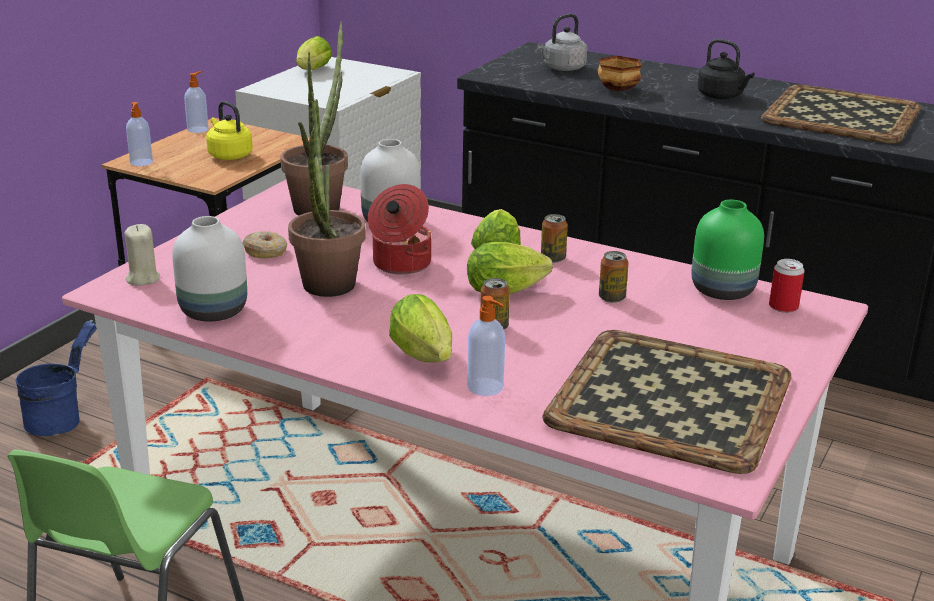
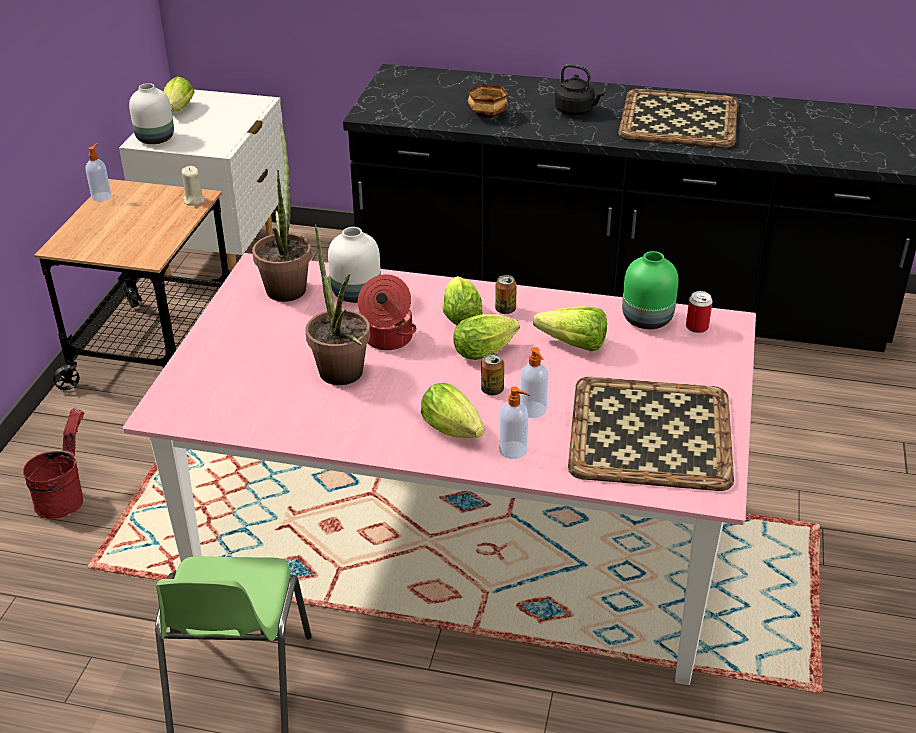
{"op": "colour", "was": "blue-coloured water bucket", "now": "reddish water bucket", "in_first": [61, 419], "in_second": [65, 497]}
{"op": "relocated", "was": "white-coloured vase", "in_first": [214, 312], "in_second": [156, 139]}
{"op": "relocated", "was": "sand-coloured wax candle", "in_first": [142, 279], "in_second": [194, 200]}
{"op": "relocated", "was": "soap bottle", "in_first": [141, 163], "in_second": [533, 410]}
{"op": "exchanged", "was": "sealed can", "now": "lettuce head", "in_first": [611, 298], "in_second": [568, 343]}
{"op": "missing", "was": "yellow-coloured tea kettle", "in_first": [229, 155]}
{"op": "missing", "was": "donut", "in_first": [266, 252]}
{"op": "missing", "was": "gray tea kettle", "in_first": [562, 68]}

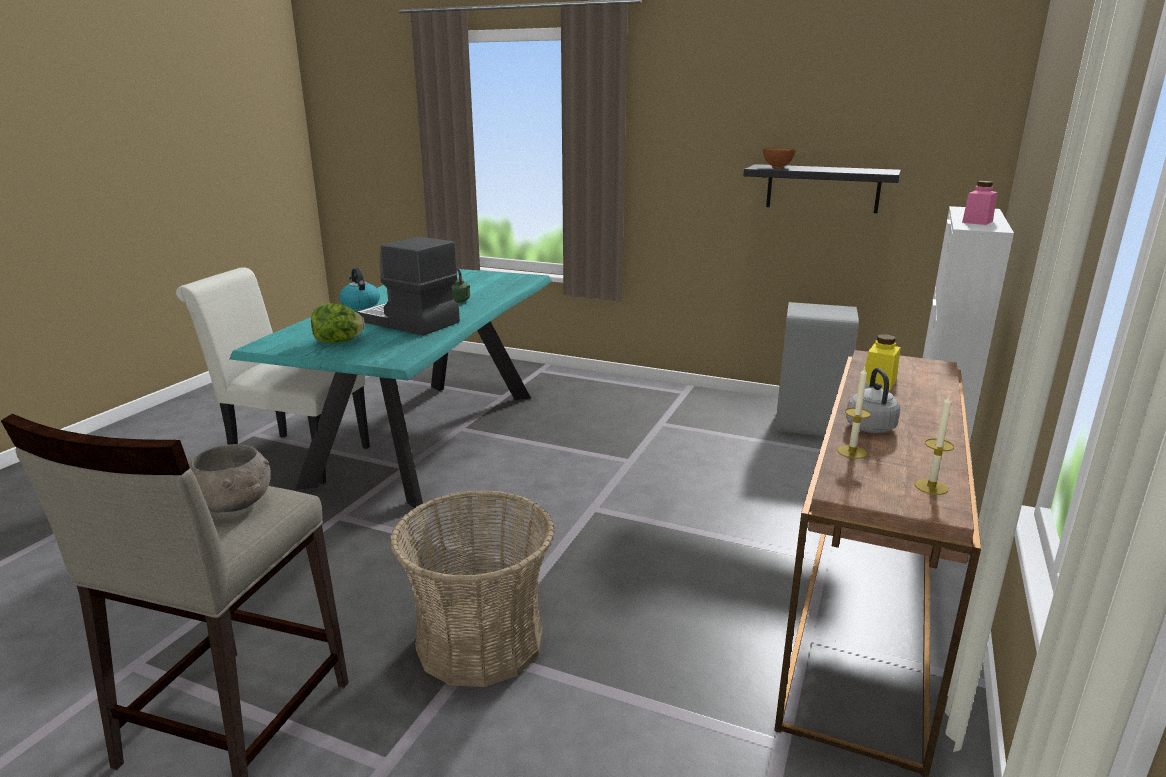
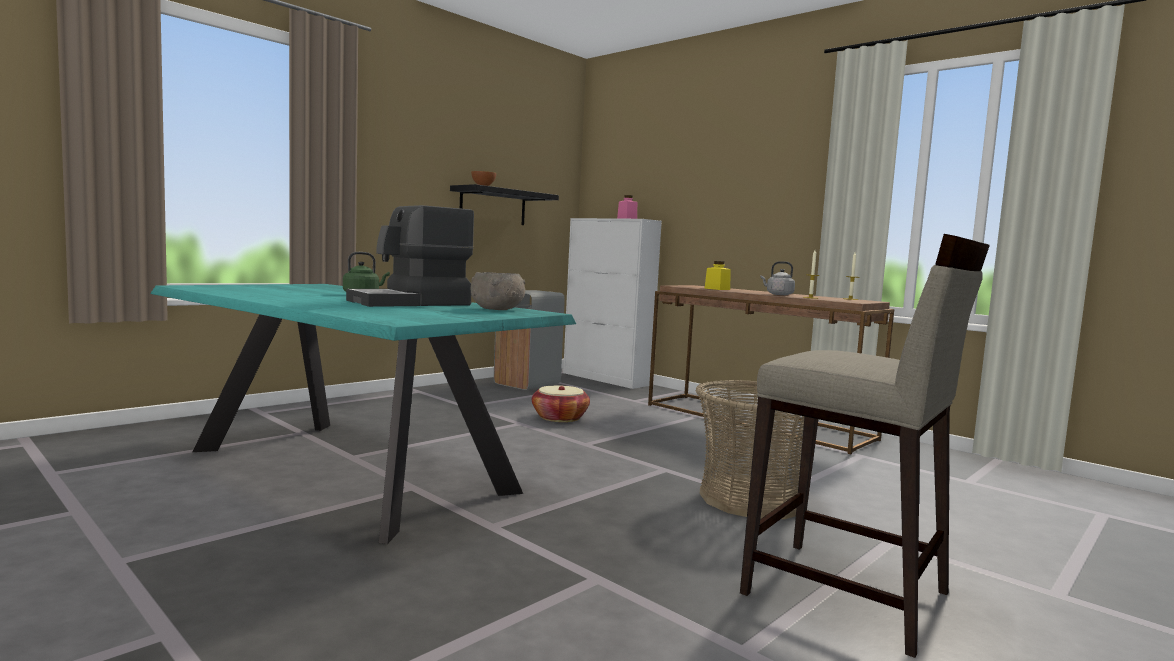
{"op": "relocated", "was": "gray bowl", "in_first": [233, 504], "in_second": [497, 309]}
{"op": "appeared", "now": "basket", "in_second": [559, 418]}
{"op": "missing", "was": "white-coloured plain chair", "in_first": [293, 457]}
{"op": "missing", "was": "lettuce head", "in_first": [339, 342]}
{"op": "missing", "was": "tea kettle", "in_first": [360, 304]}

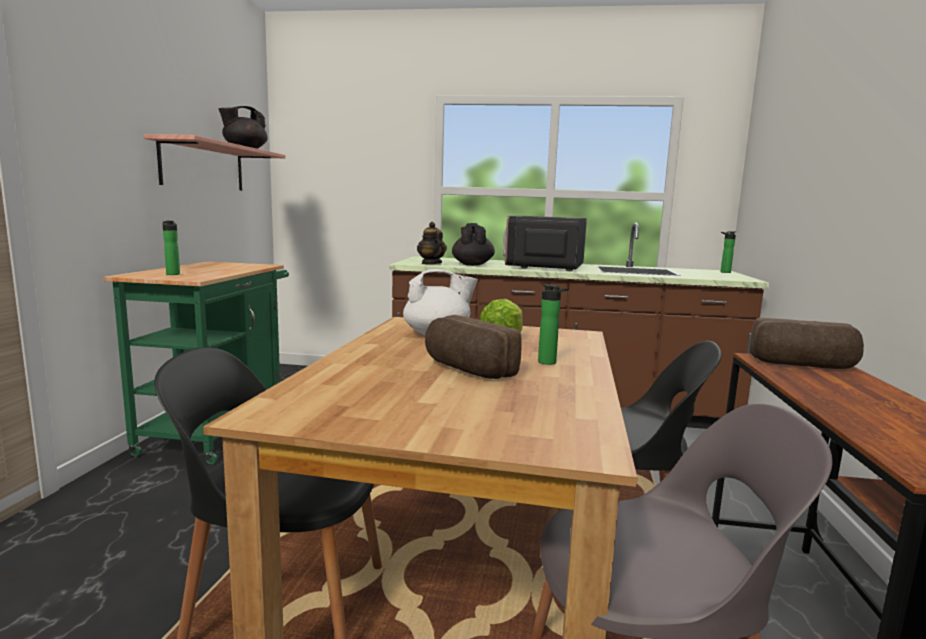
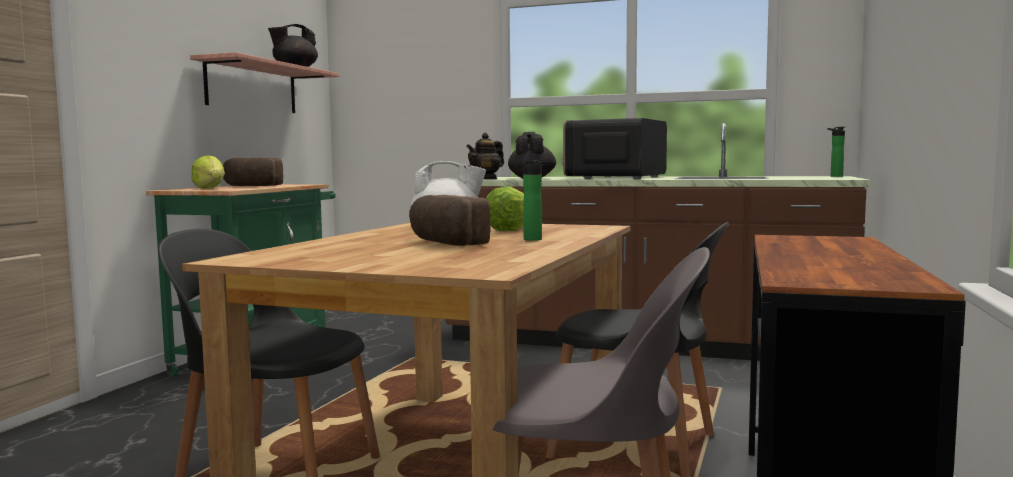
{"op": "exchanged", "was": "drink bottle", "now": "lettuce head", "in_first": [172, 274], "in_second": [210, 188]}
{"op": "relocated", "was": "bakery bread", "in_first": [802, 365], "in_second": [251, 186]}
{"op": "spun", "was": "tea pot", "in_first": [431, 263], "in_second": [486, 179], "clockwise": -120}

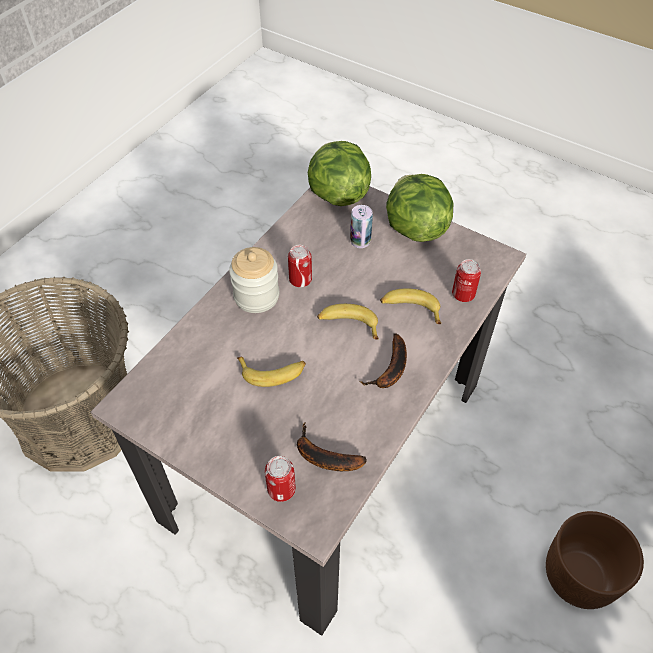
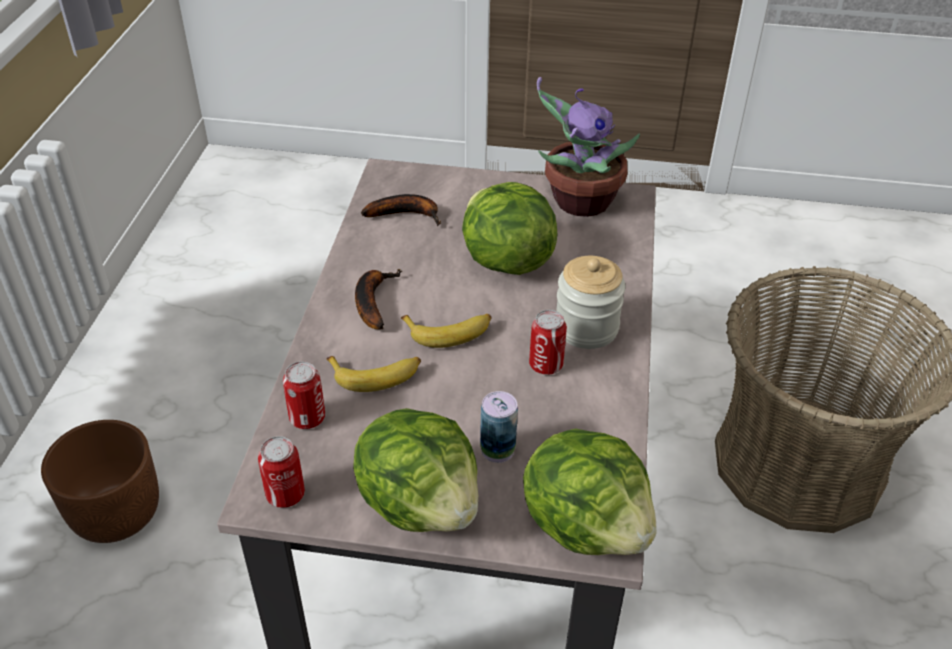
{"op": "relocated", "was": "sealed can", "in_first": [281, 489], "in_second": [285, 494]}
{"op": "exchanged", "was": "banana fruit", "now": "lettuce head", "in_first": [273, 372], "in_second": [505, 261]}
{"op": "appeared", "now": "plant in a pot", "in_second": [578, 202]}

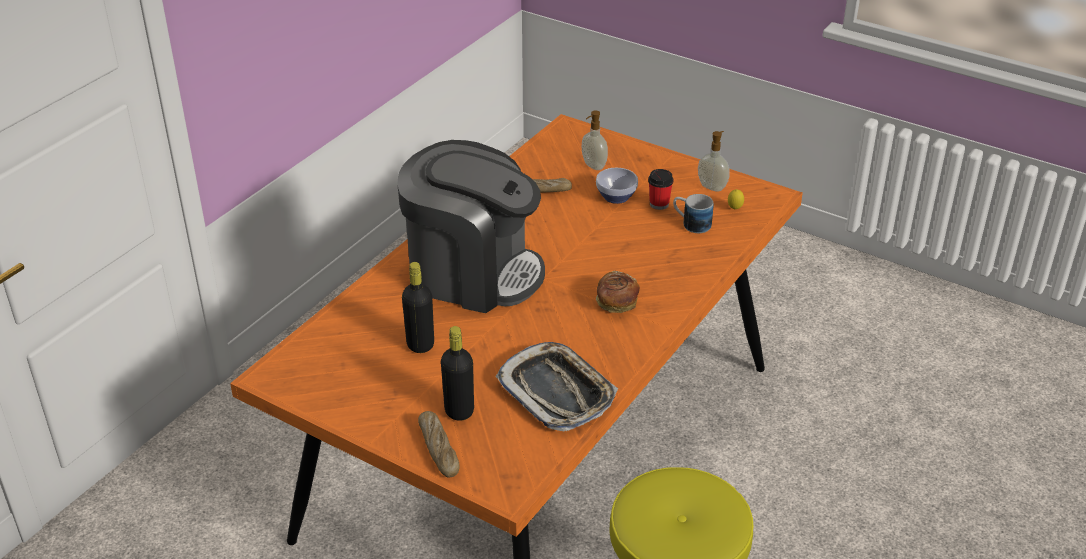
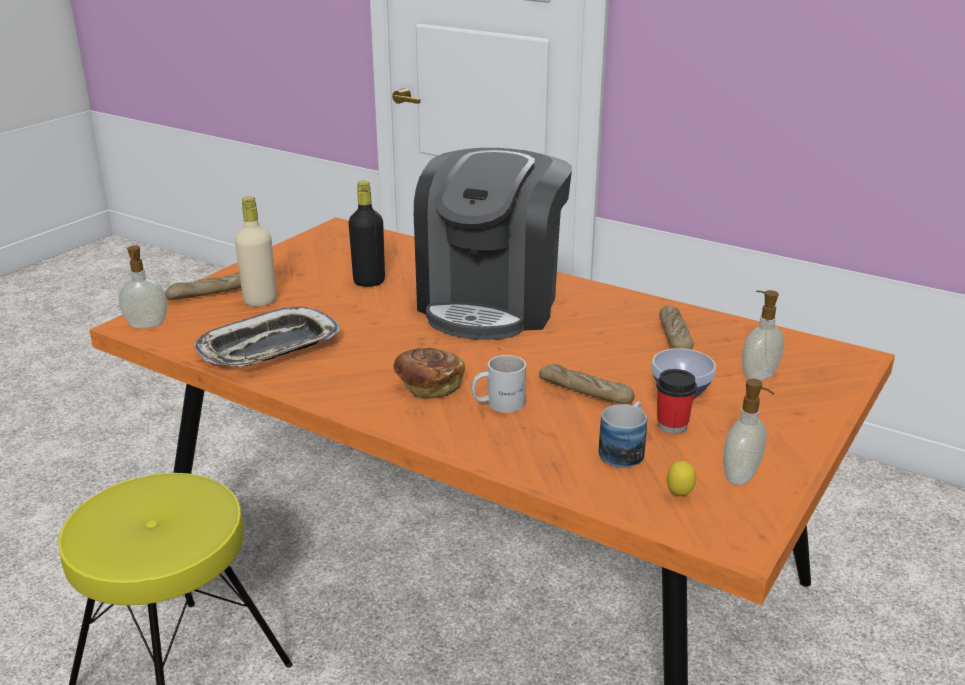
{"op": "appeared", "now": "soap bottle", "in_second": [147, 325]}
{"op": "colour", "was": "black-coloured drink bottle", "now": "sand-coloured drink bottle", "in_first": [459, 411], "in_second": [260, 301]}
{"op": "appeared", "now": "white-coloured mug", "in_second": [498, 402]}
{"op": "appeared", "now": "bakery bread", "in_second": [585, 392]}

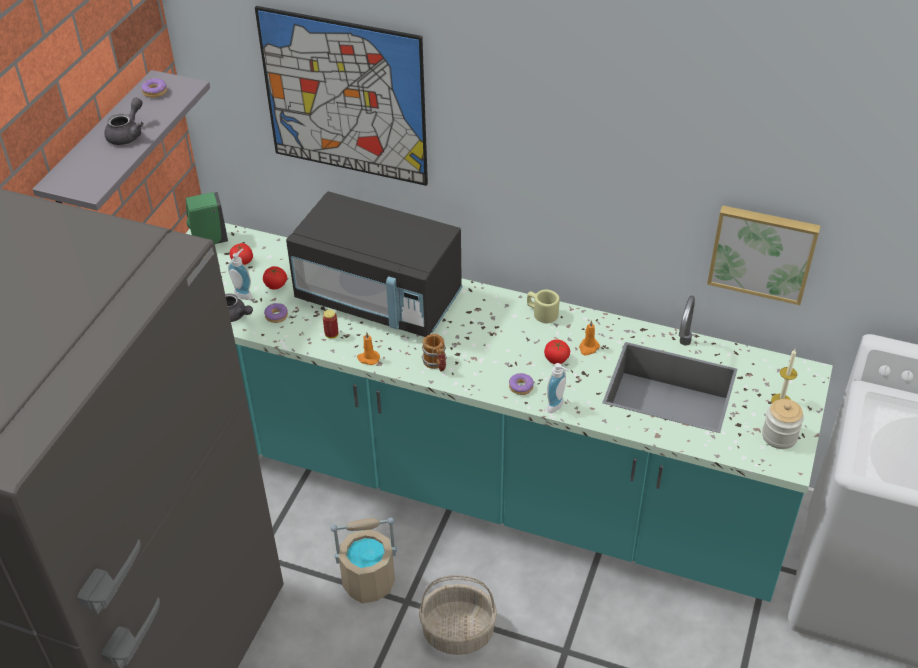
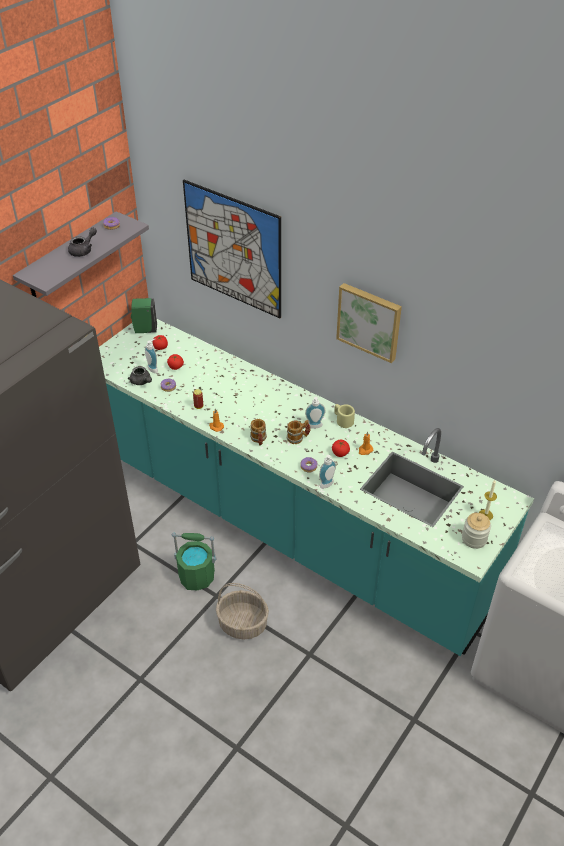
{"op": "colour", "was": "sand-coloured water bucket", "now": "green water bucket", "in_first": [369, 581], "in_second": [197, 576]}
{"op": "appeared", "now": "mug", "in_second": [298, 438]}
{"op": "appeared", "now": "soap bottle", "in_second": [315, 427]}
{"op": "relocated", "was": "wall picture", "in_first": [762, 252], "in_second": [369, 321]}
{"op": "missing", "was": "black-coloured microwave", "in_first": [379, 299]}

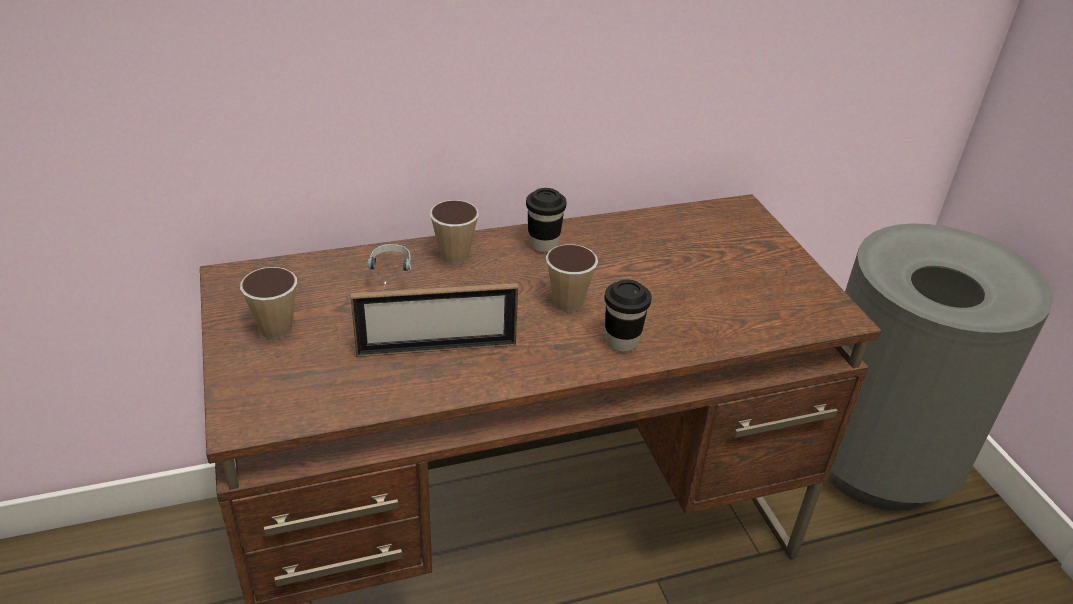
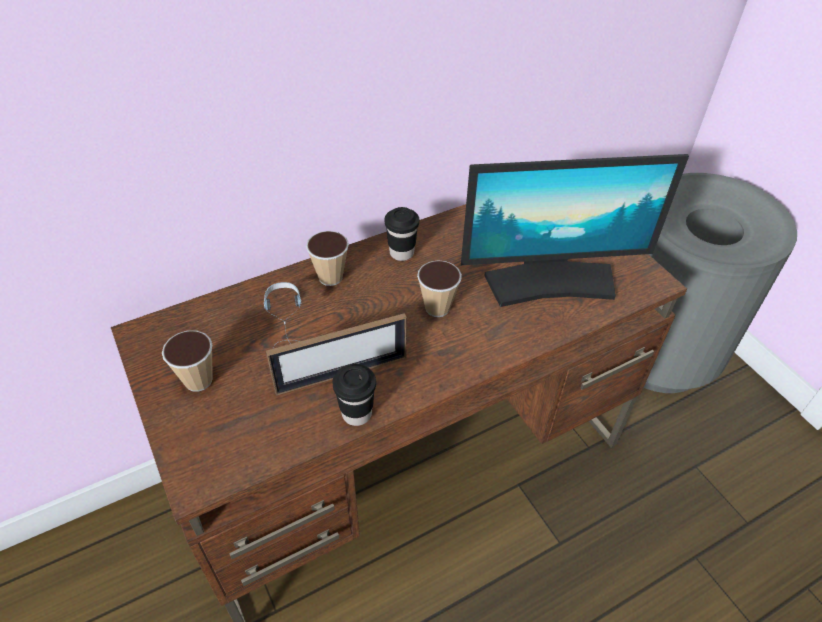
{"op": "relocated", "was": "black-coloured cup", "in_first": [621, 342], "in_second": [356, 414]}
{"op": "appeared", "now": "monitor", "in_second": [550, 282]}

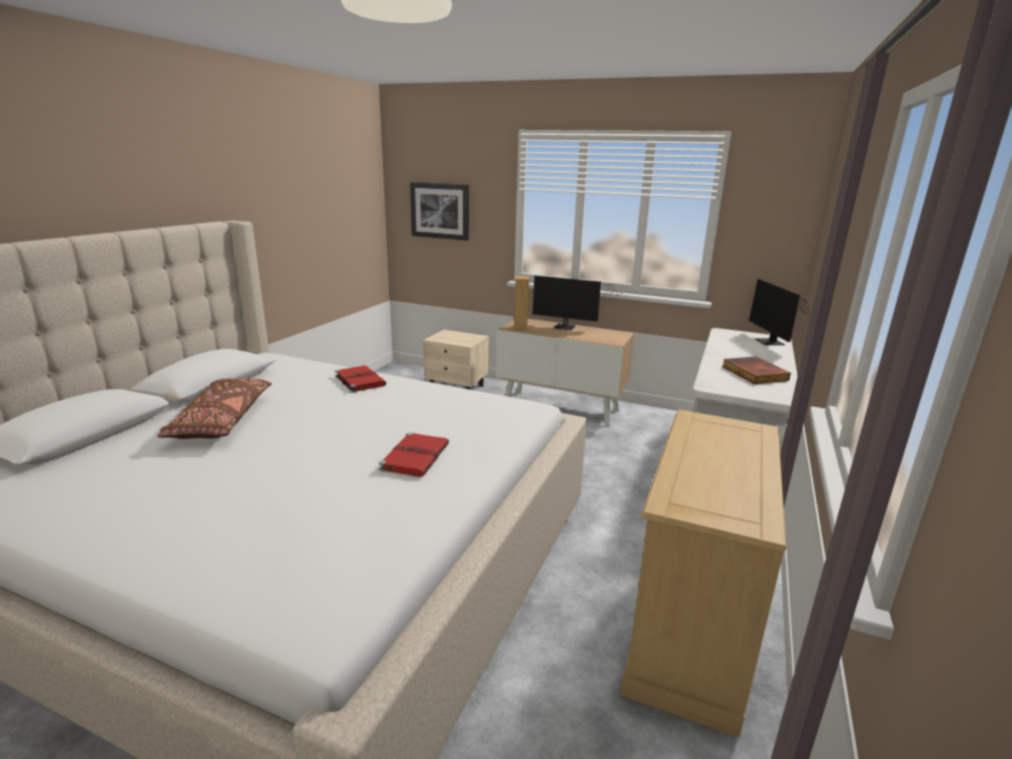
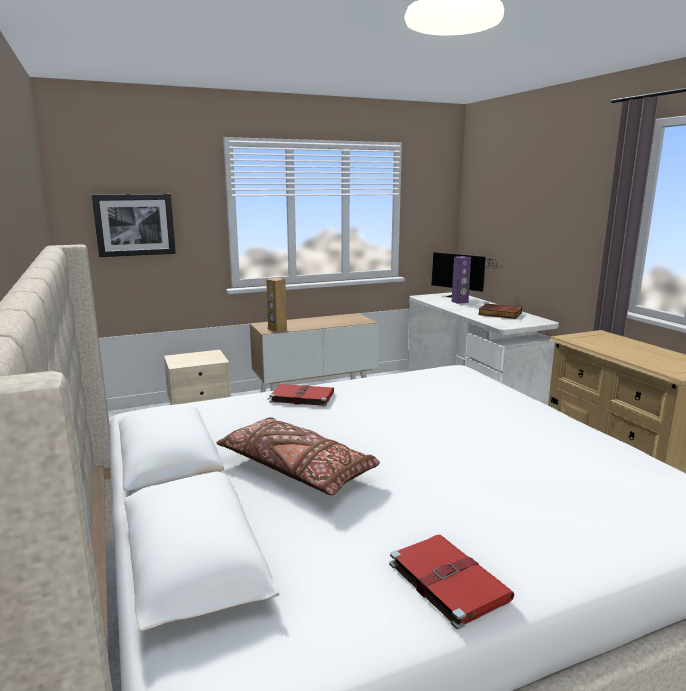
{"op": "relocated", "was": "reddish bound book", "in_first": [415, 456], "in_second": [446, 580]}
{"op": "appeared", "now": "purple-coloured audio speaker", "in_second": [460, 302]}
{"op": "missing", "was": "monitor", "in_first": [567, 327]}

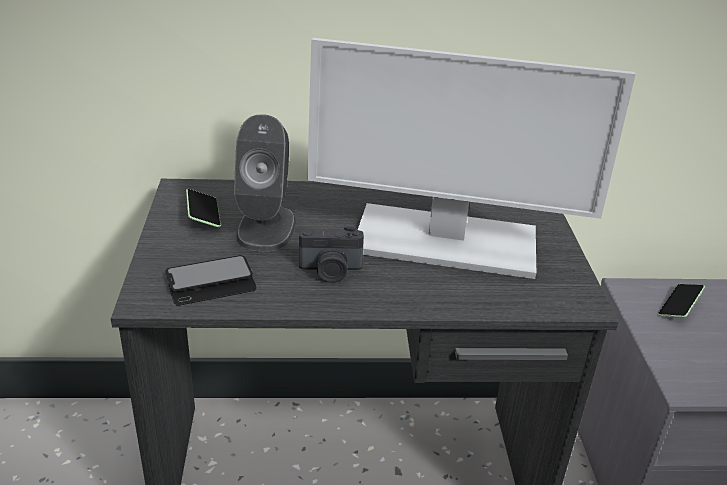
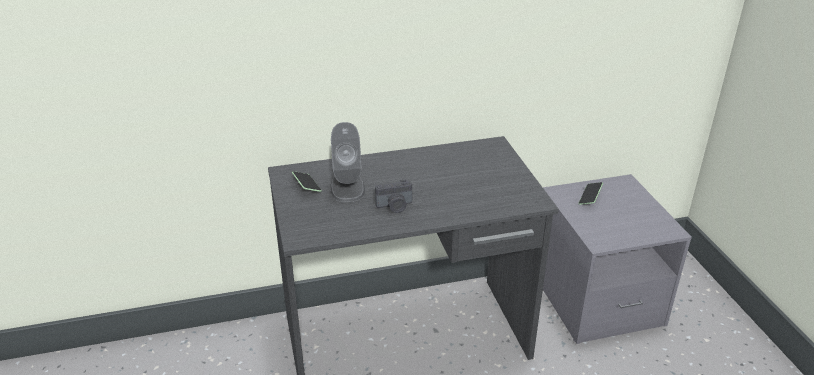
{"op": "missing", "was": "telephone", "in_first": [211, 282]}
{"op": "missing", "was": "monitor", "in_first": [443, 242]}

